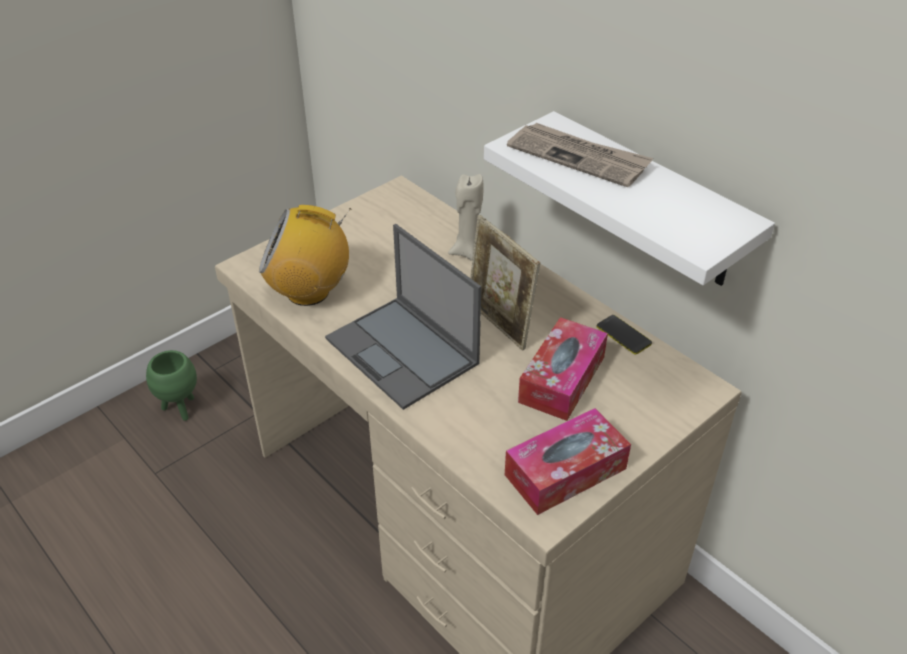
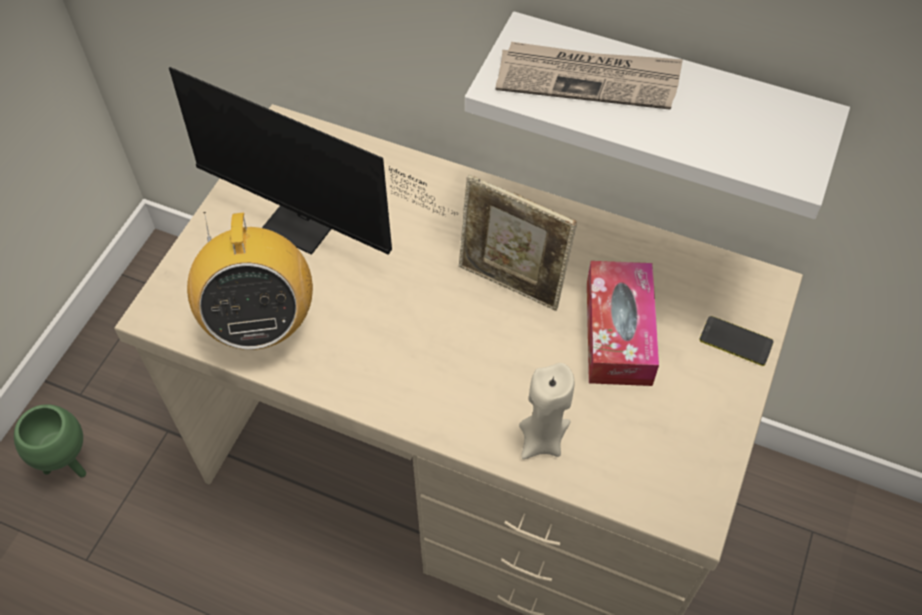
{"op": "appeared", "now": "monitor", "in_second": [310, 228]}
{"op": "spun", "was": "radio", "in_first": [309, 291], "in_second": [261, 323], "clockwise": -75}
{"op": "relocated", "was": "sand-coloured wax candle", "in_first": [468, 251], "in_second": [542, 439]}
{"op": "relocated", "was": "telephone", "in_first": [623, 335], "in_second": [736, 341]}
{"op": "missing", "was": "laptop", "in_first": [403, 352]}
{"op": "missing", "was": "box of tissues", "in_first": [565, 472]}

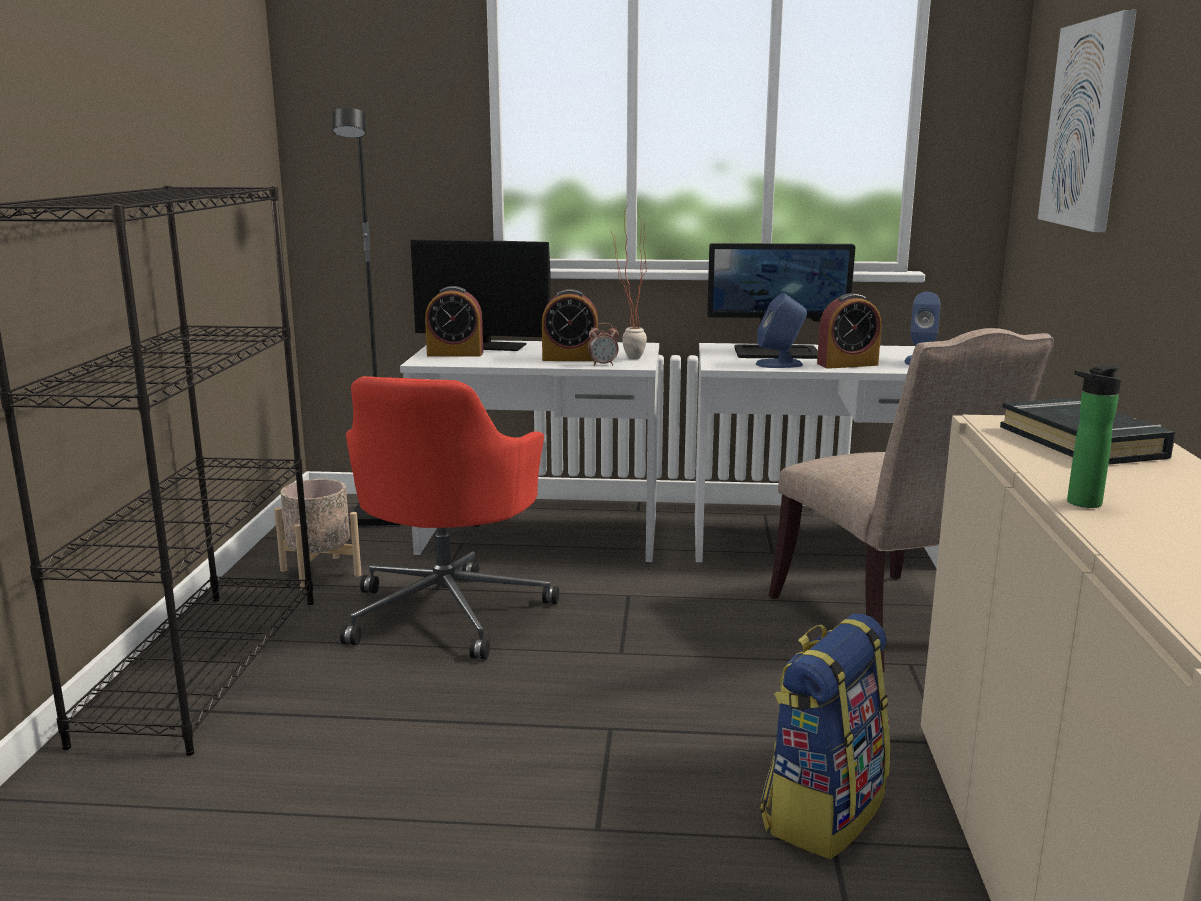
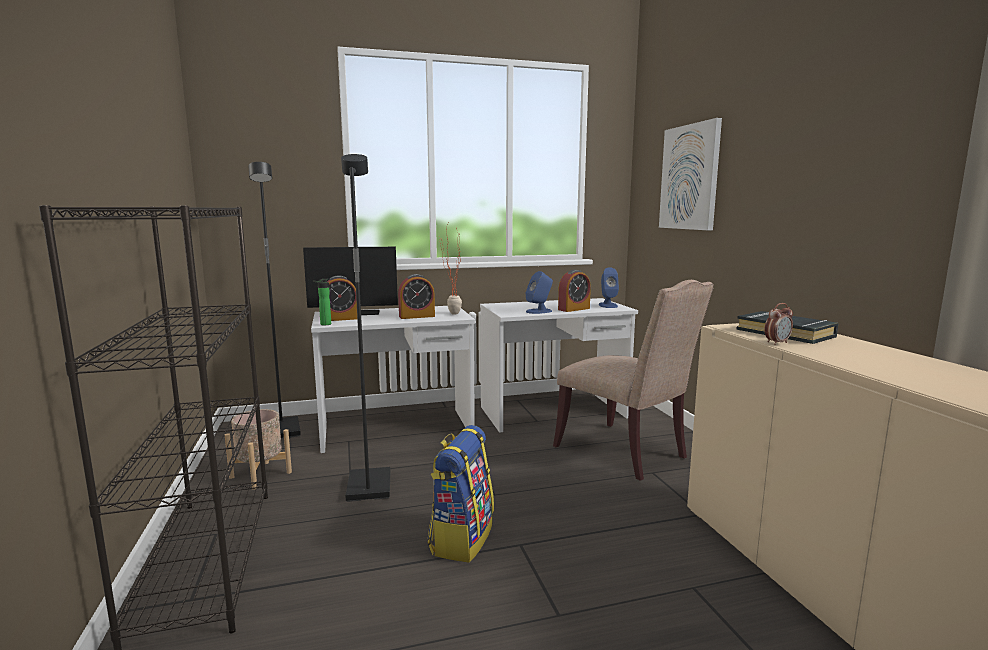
{"op": "relocated", "was": "drink bottle", "in_first": [1080, 503], "in_second": [324, 324]}
{"op": "exchanged", "was": "reddish desk chair", "now": "black-coloured floor lamp", "in_first": [448, 611], "in_second": [367, 487]}
{"op": "relocated", "was": "knapsack", "in_first": [822, 811], "in_second": [461, 538]}
{"op": "relocated", "was": "alarm clock", "in_first": [603, 364], "in_second": [777, 343]}
{"op": "missing", "was": "monitor", "in_first": [777, 352]}

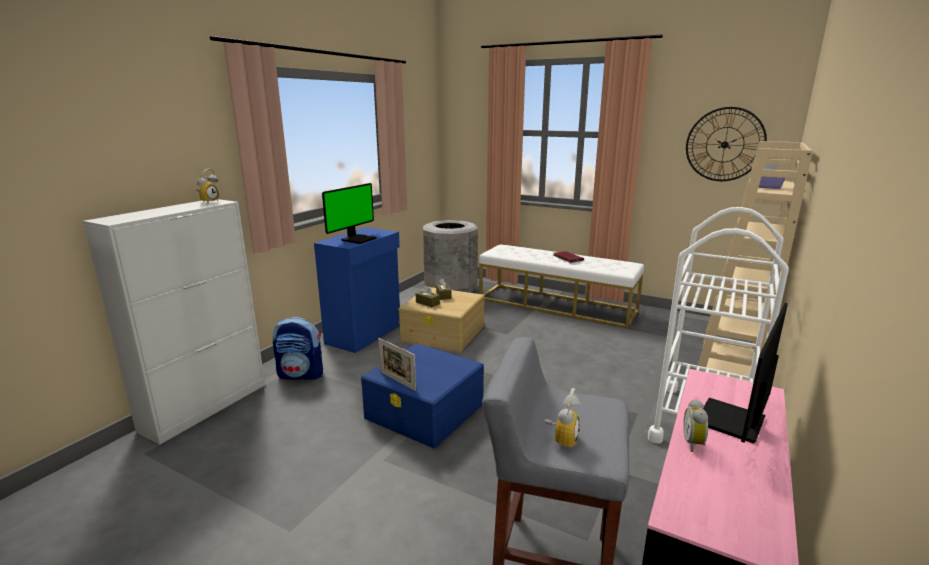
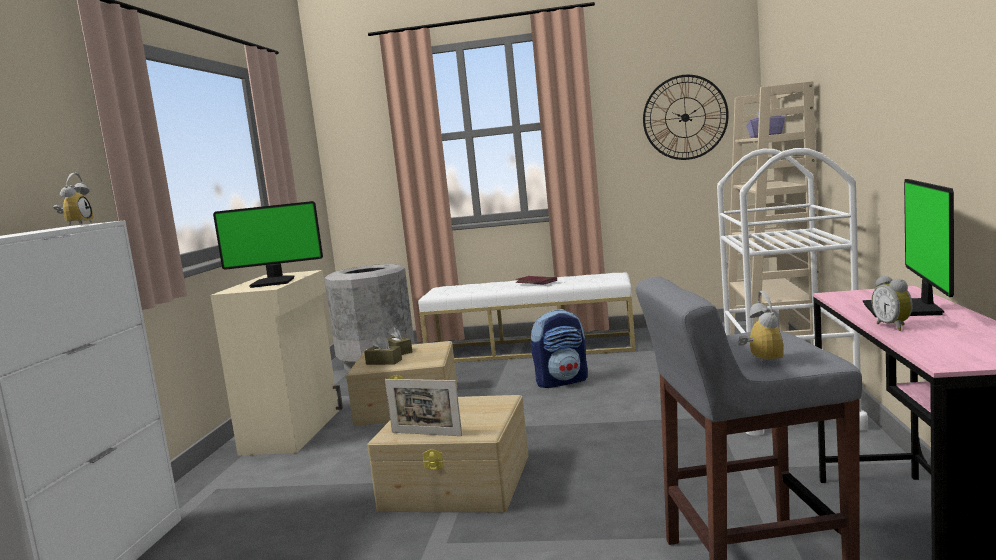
{"op": "colour", "was": "blue-coloured cupboard", "now": "sand-coloured cupboard", "in_first": [365, 334], "in_second": [294, 431]}
{"op": "spun", "was": "monitor", "in_first": [358, 239], "in_second": [274, 282], "clockwise": 75}
{"op": "colour", "was": "blue-coloured storage container", "now": "sand-coloured storage container", "in_first": [425, 411], "in_second": [458, 482]}
{"op": "relocated", "was": "knapsack", "in_first": [301, 374], "in_second": [562, 381]}

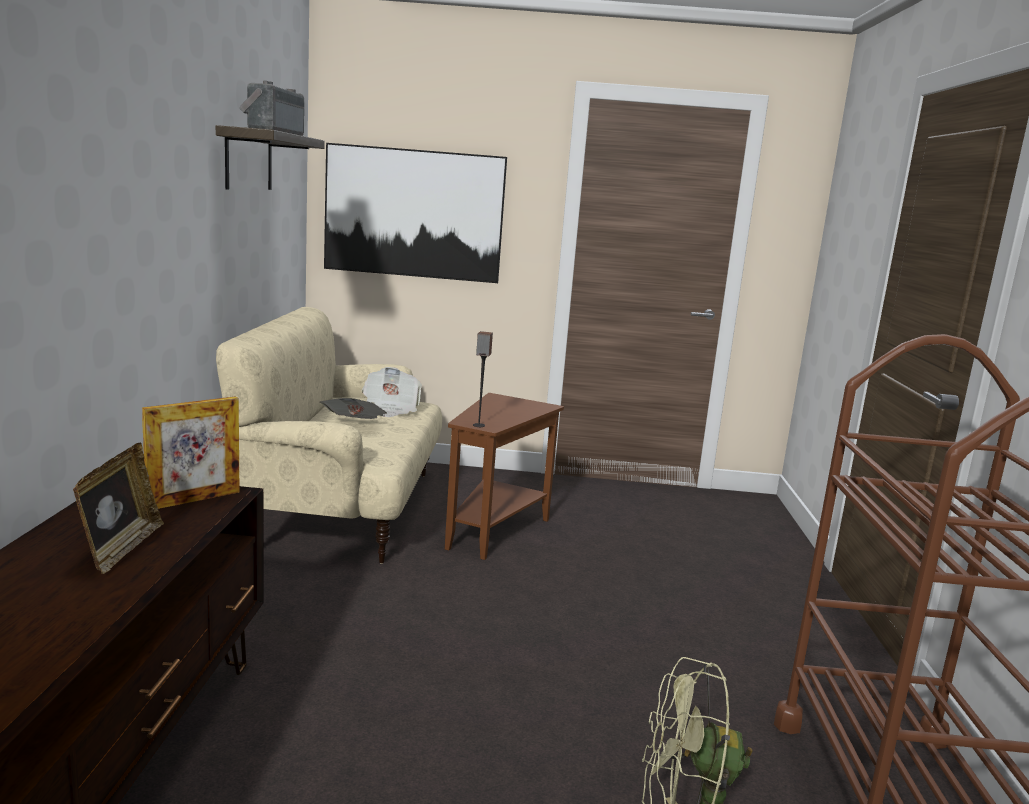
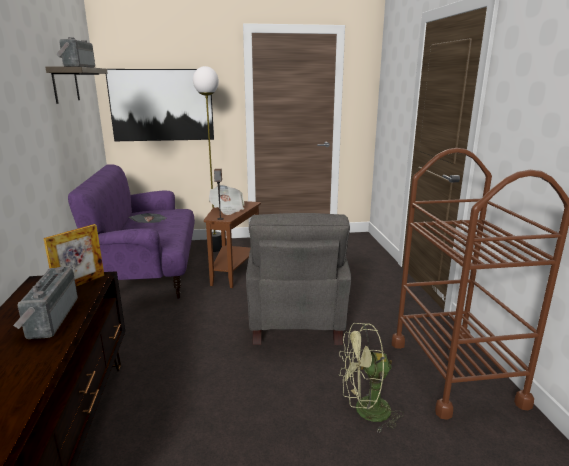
{"op": "exchanged", "was": "photo frame", "now": "radio", "in_first": [121, 549], "in_second": [49, 318]}
{"op": "colour", "was": "sand-coloured couch", "now": "purple-coloured couch", "in_first": [344, 508], "in_second": [149, 272]}
{"op": "appeared", "now": "floor lamp", "in_second": [215, 249]}
{"op": "relocated", "was": "daily paper", "in_first": [391, 408], "in_second": [227, 209]}
{"op": "appeared", "now": "gray lounge chair", "in_second": [295, 321]}

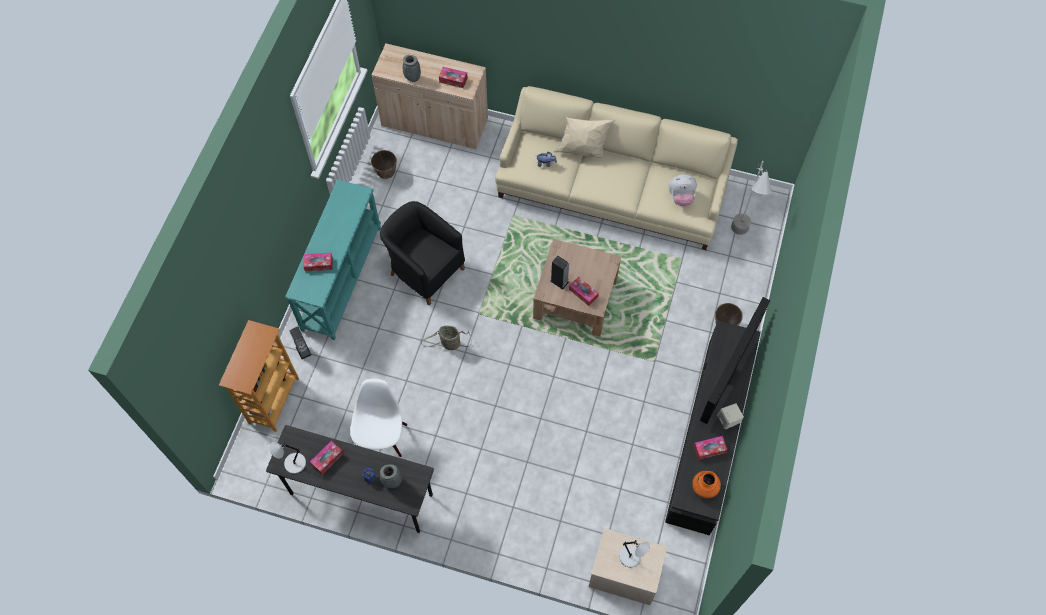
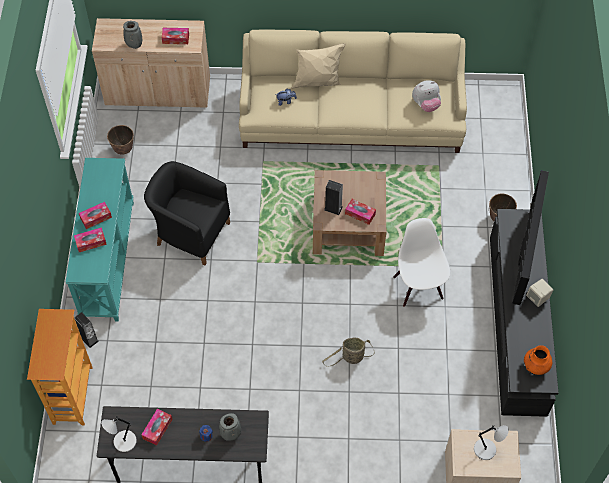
{"op": "relocated", "was": "box of tissues", "in_first": [709, 449], "in_second": [96, 218]}
{"op": "relocated", "was": "basket", "in_first": [449, 344], "in_second": [351, 358]}
{"op": "relocated", "was": "white-coloured plain chair", "in_first": [382, 438], "in_second": [418, 287]}
{"op": "missing", "was": "gray floor lamp", "in_first": [739, 240]}

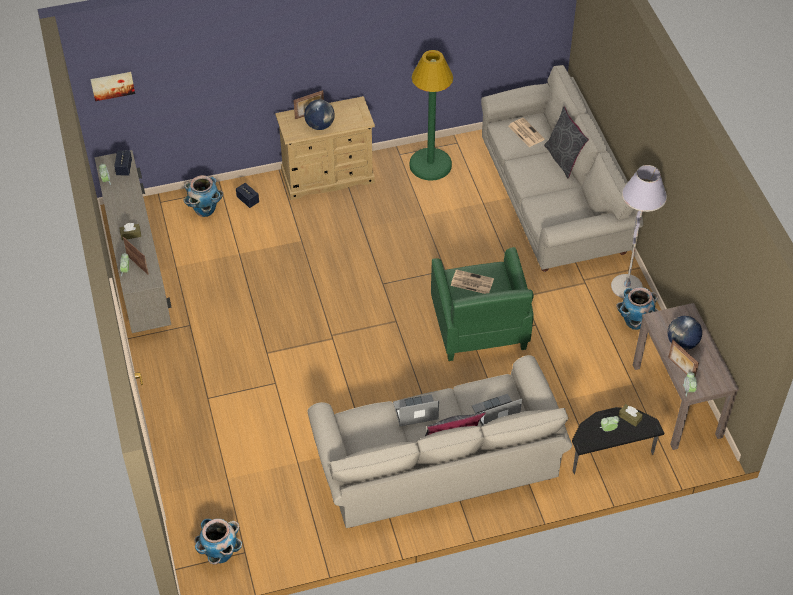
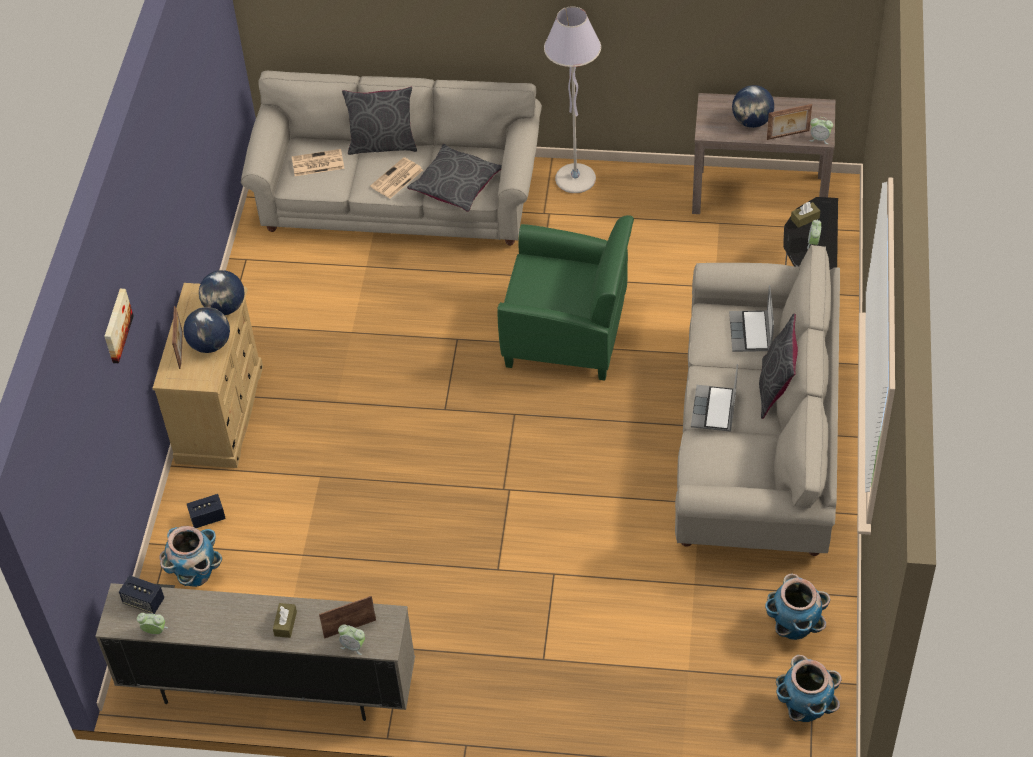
{"op": "relocated", "was": "wall picture", "in_first": [112, 85], "in_second": [116, 325]}
{"op": "appeared", "now": "globe", "in_second": [225, 307]}
{"op": "relocated", "was": "daily paper", "in_first": [471, 282], "in_second": [396, 179]}
{"op": "appeared", "now": "gray cushion", "in_second": [456, 185]}
{"op": "relocated", "was": "planter", "in_first": [635, 322], "in_second": [794, 628]}
{"op": "missing", "was": "green floor lamp", "in_first": [430, 165]}

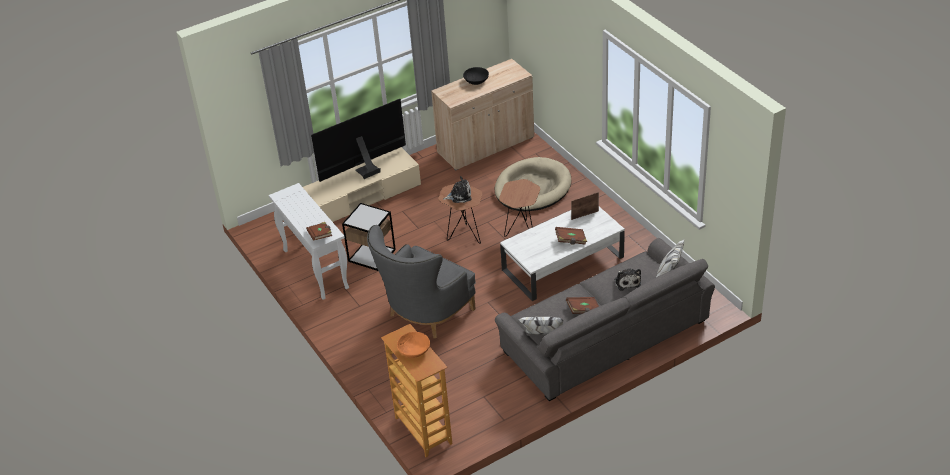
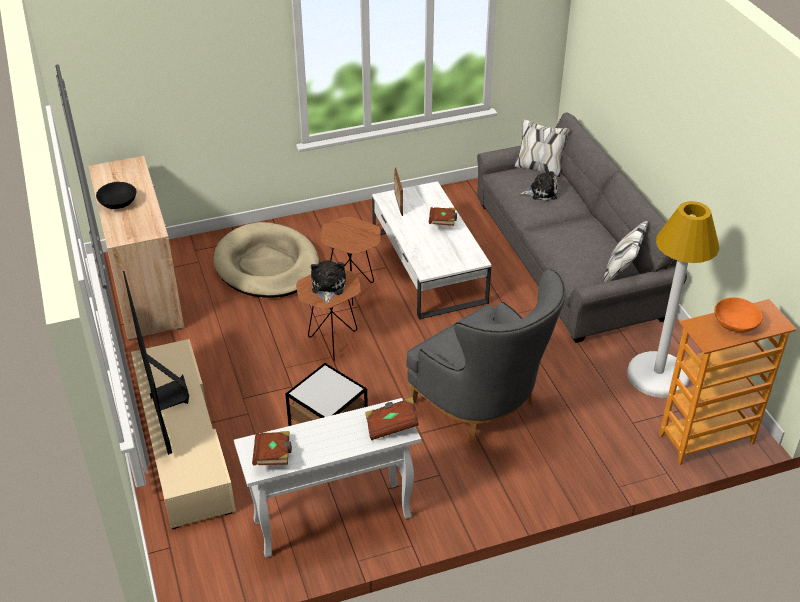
{"op": "relocated", "was": "brownish bound book", "in_first": [583, 310], "in_second": [273, 456]}
{"op": "appeared", "now": "white-coloured floor lamp", "in_second": [657, 375]}

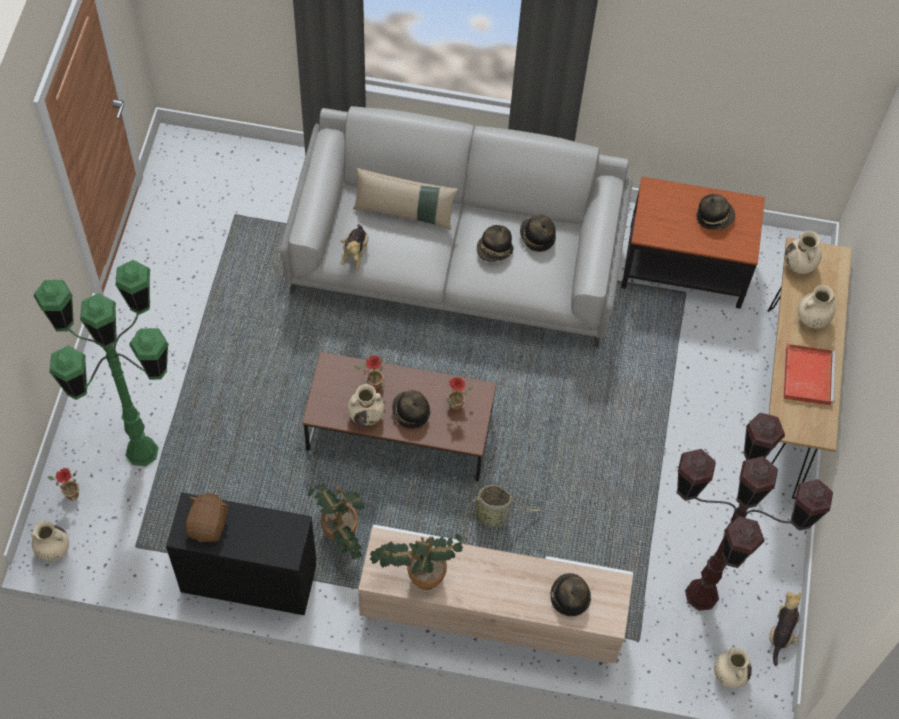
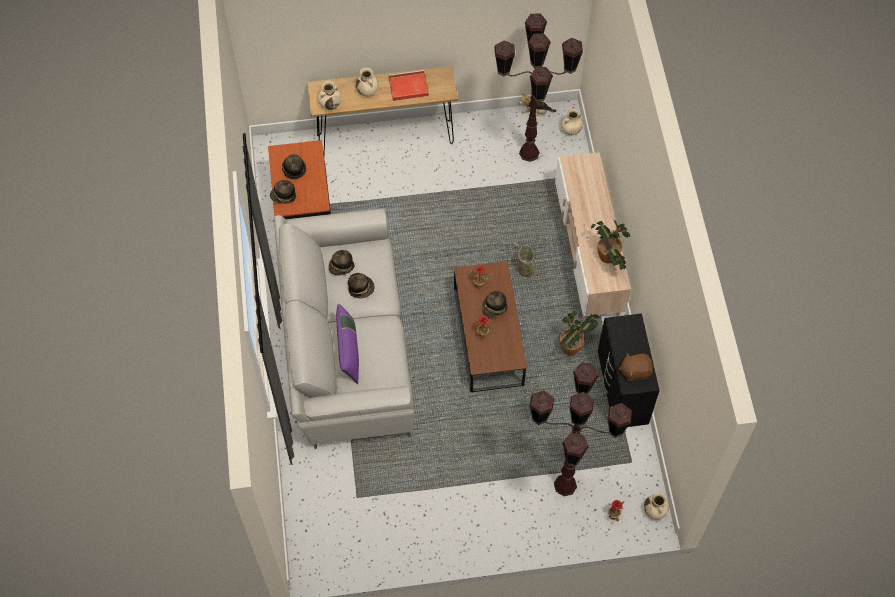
{"op": "relocated", "was": "wearable hat", "in_first": [569, 597], "in_second": [283, 196]}
{"op": "colour", "was": "sand-coloured cushion", "now": "purple-coloured cushion", "in_first": [404, 212], "in_second": [349, 351]}
{"op": "colour", "was": "green floor lamp", "now": "brownish floor lamp", "in_first": [142, 452], "in_second": [565, 485]}
{"op": "missing", "was": "soft toy", "in_first": [355, 252]}
{"op": "missing", "was": "sand-coloured vase", "in_first": [366, 415]}

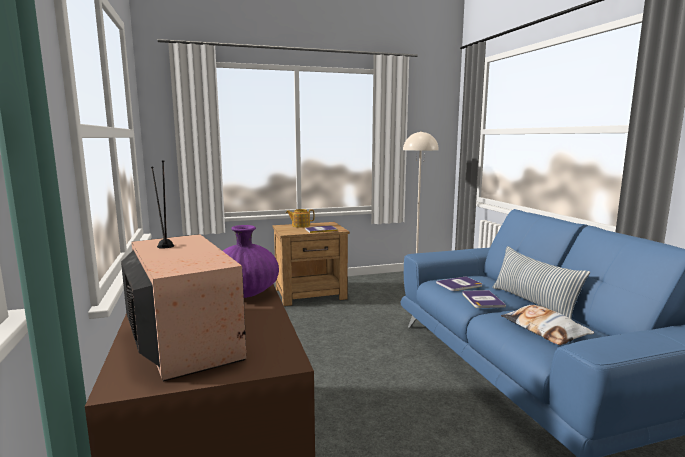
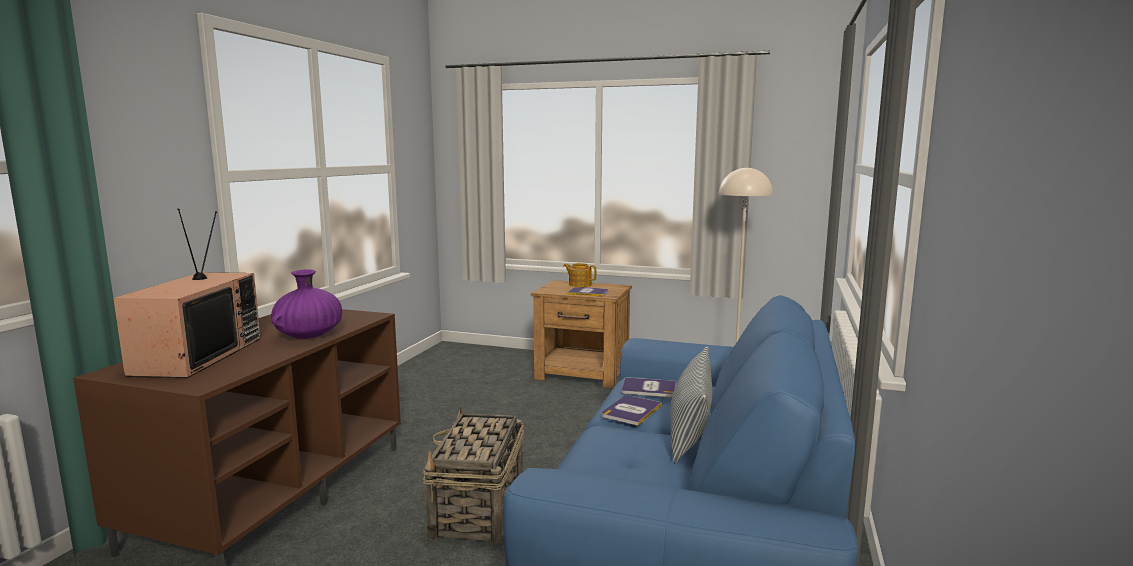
{"op": "appeared", "now": "basket", "in_second": [478, 509]}
{"op": "missing", "was": "cushion", "in_first": [544, 330]}

